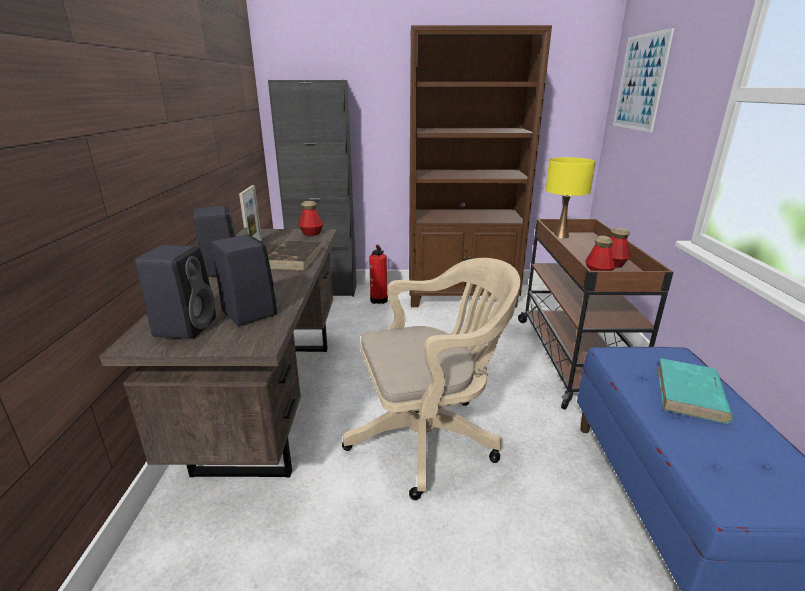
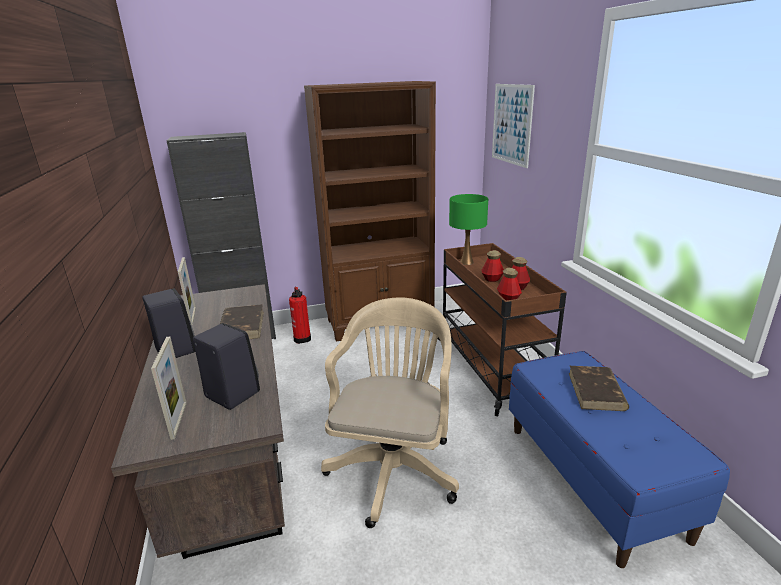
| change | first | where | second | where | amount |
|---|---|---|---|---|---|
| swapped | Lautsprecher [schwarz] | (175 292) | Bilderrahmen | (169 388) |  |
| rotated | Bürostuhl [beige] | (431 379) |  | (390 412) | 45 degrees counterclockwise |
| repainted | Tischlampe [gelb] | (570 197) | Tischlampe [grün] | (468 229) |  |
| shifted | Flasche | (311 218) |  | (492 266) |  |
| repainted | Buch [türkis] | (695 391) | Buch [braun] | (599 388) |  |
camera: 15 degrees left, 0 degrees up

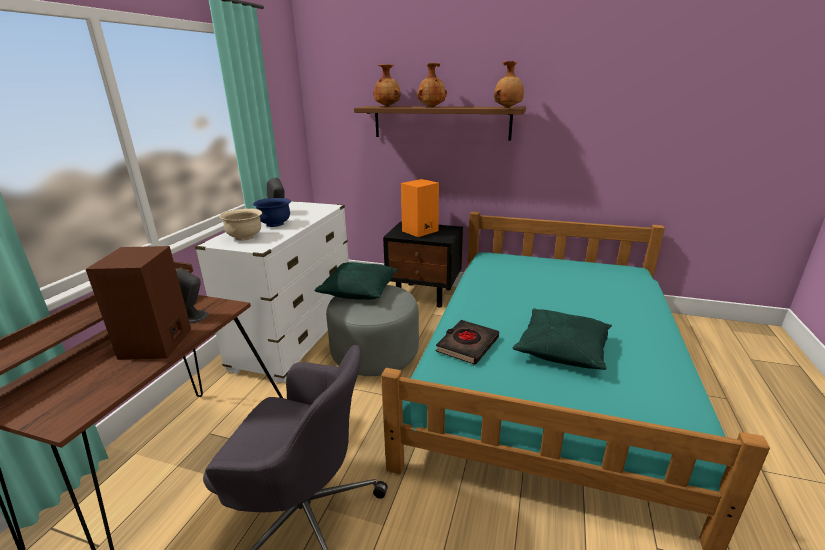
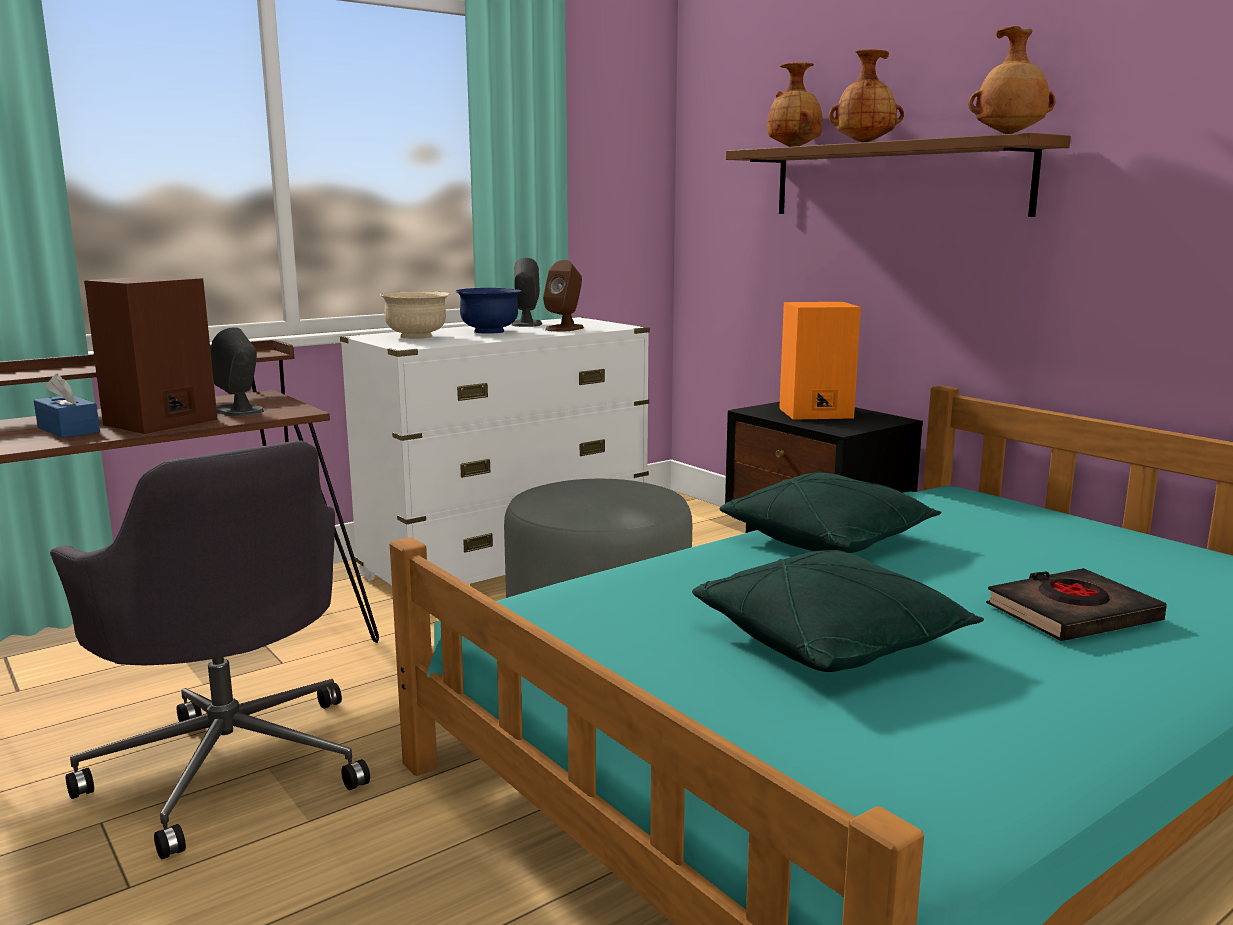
| change | first | where | second | where | amount |
|---|---|---|---|---|---|
| new |  |  | Taschentuchbox [blau] | (67 405) |  |
| new |  |  | Lautsprecher [braun] | (563 296) |  |
| shifted | Kissen [grün] | (356 281) |  | (830 512) |  |
| shifted | Buch [schwarz] | (467 342) |  | (1076 604) |  |
camera: 35 degrees right, 10 degrees down

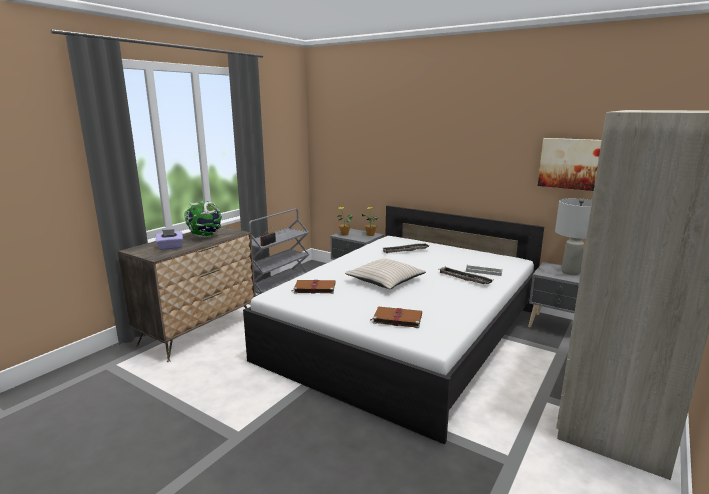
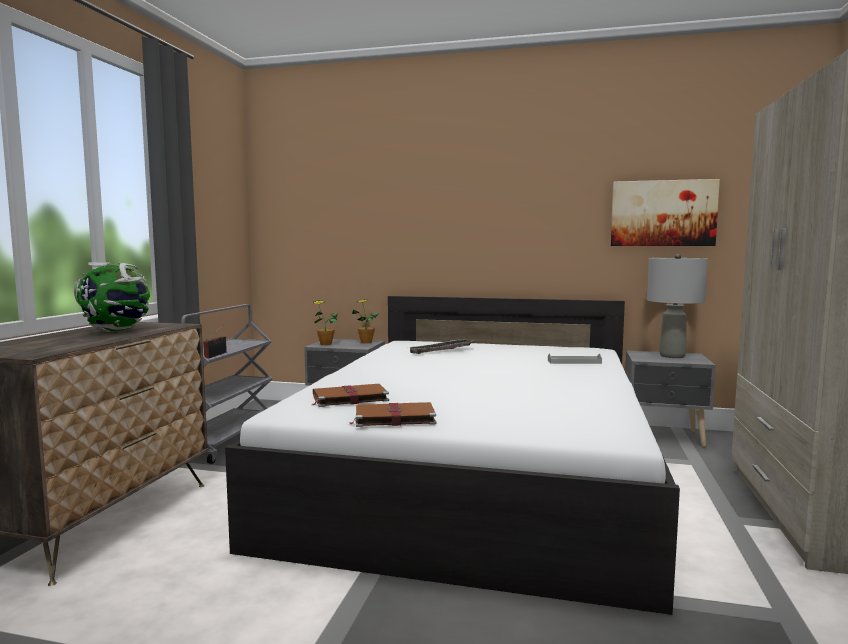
| change | first | where | second | where | amount |
|---|---|---|---|---|---|
| shifted | Buch [braun] | (396 317) |  | (392 414) |  |
| gone | Taschentuchbox [lila] | (169 239) |  |  |  |
| gone | Kissen [beige] | (385 274) |  |  |  |
| gone | Tablett | (466 275) |  |  |  |
camera: 20 degrees left, 10 degrees down

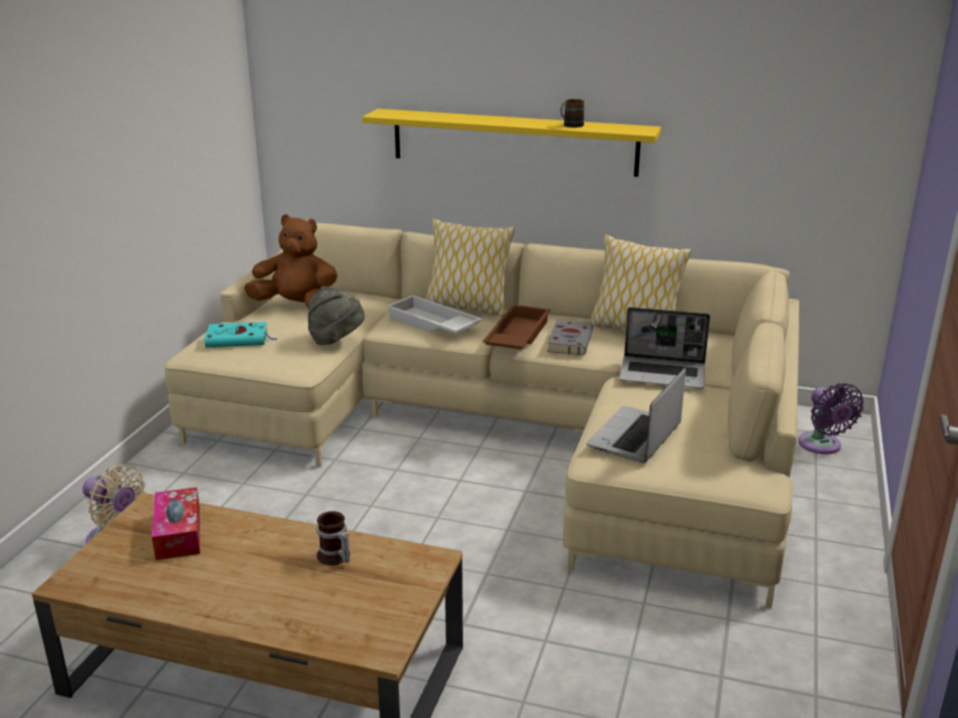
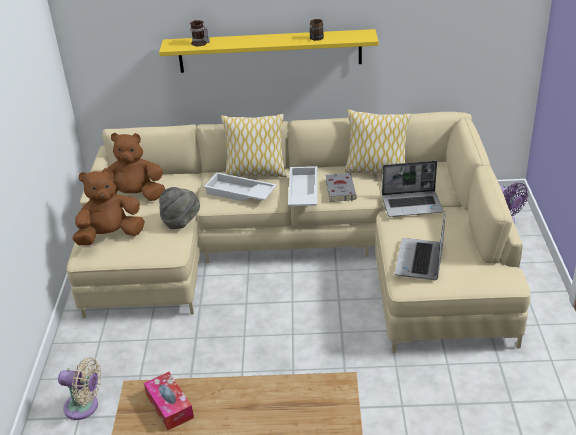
| change | first | where | second | where | amount |
|---|---|---|---|---|---|
| swapped | Buch [türkis] | (241 335) | Plüschtier [braun] | (108 206) |  |
| shifted | Henkelbecher | (333 538) |  | (200 33) |  |
| repainted | Tablett [braun] | (516 327) | Tablett [weiß] | (302 186) |  |
camera: 15 degrees left, 10 degrees up

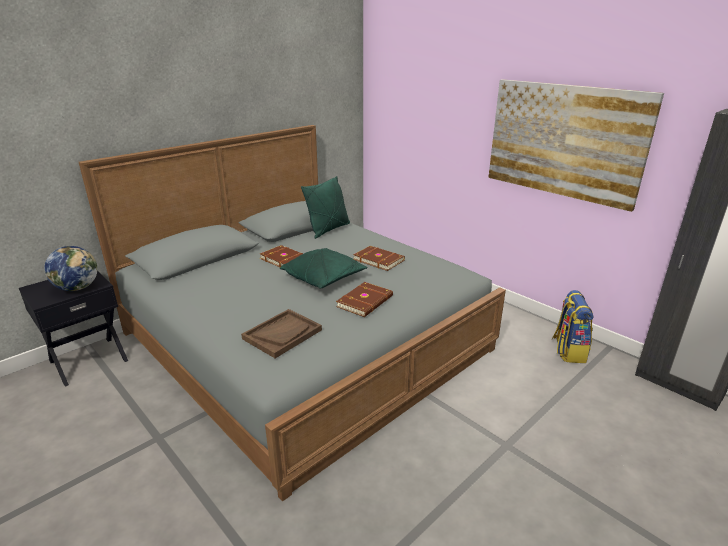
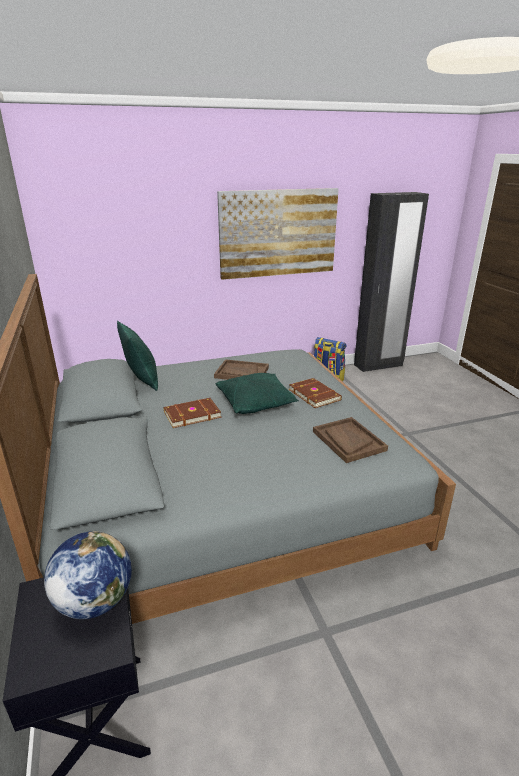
| change | first | where | second | where | amount |
|---|---|---|---|---|---|
| swapped | Buch [braun] | (379 258) | Tablett [braun] | (241 369) |  |
camera: 65 degrees left, 0 degrees up

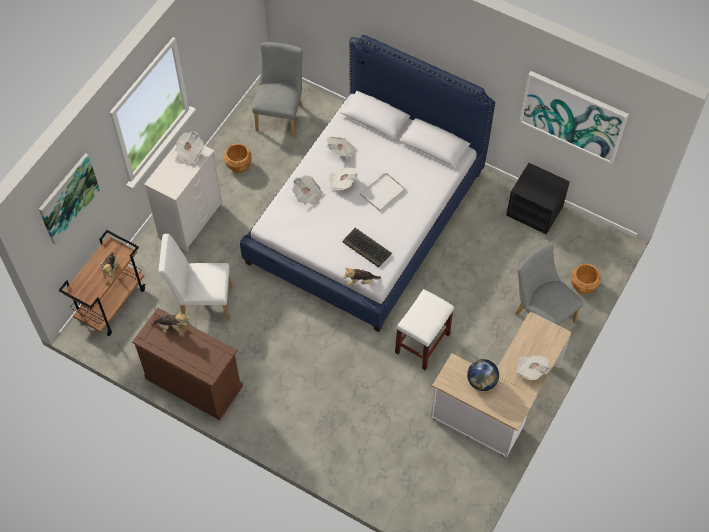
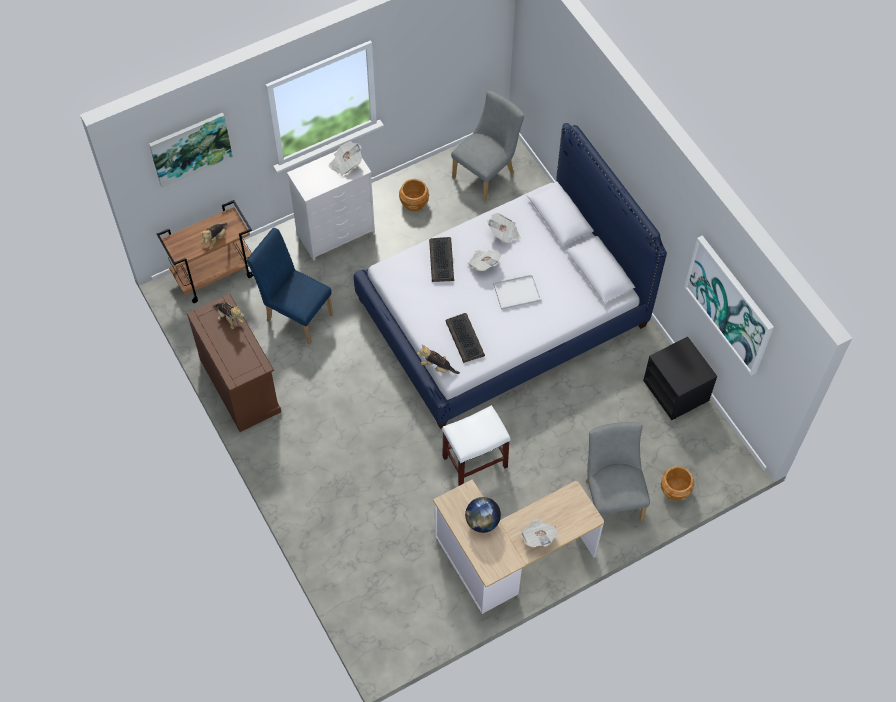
| change | first | where | second | where | amount |
|---|---|---|---|---|---|
| repainted | Stuhl [weiß] | (195 277) | Stuhl [blau] | (290 286) |  |
| swapped | Zeitung | (307 191) | Tastatur | (441 259) |  |
camera: 30 degrees right, 0 degrees up

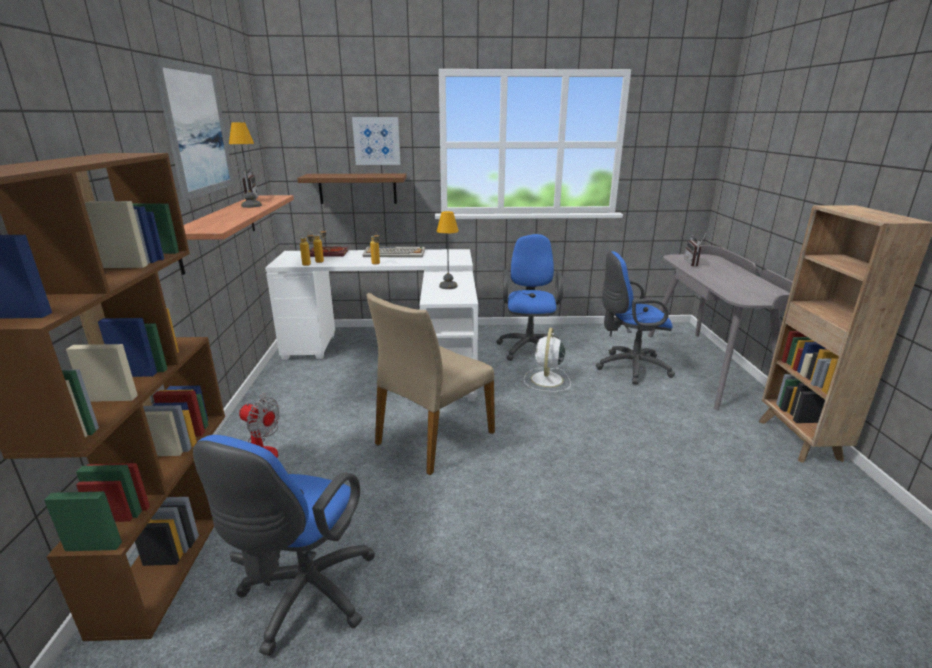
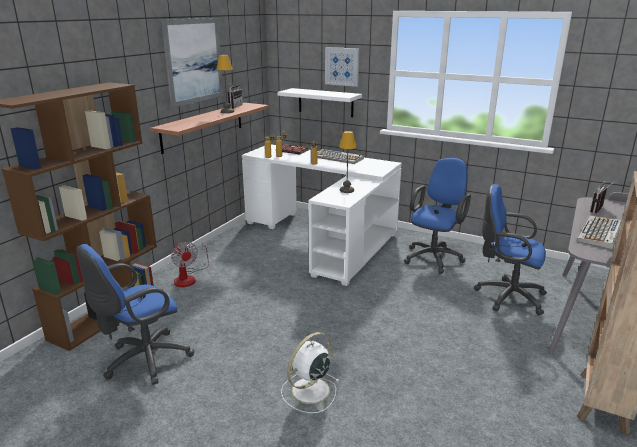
| change | first | where | second | where | amount |
|---|---|---|---|---|---|
| repainted | Wandregal [braun] | (352 188) | Wandregal [weiß] | (320 102) |  |
| shifted | Ventilator [weiß] | (547 360) |  | (310 372) |  |
| new |  |  | Tastatur | (599 232) |  |
| gone | Stuhl [beige] | (430 384) |  |  |  |
camera: 30 degrees right, 0 degrees up

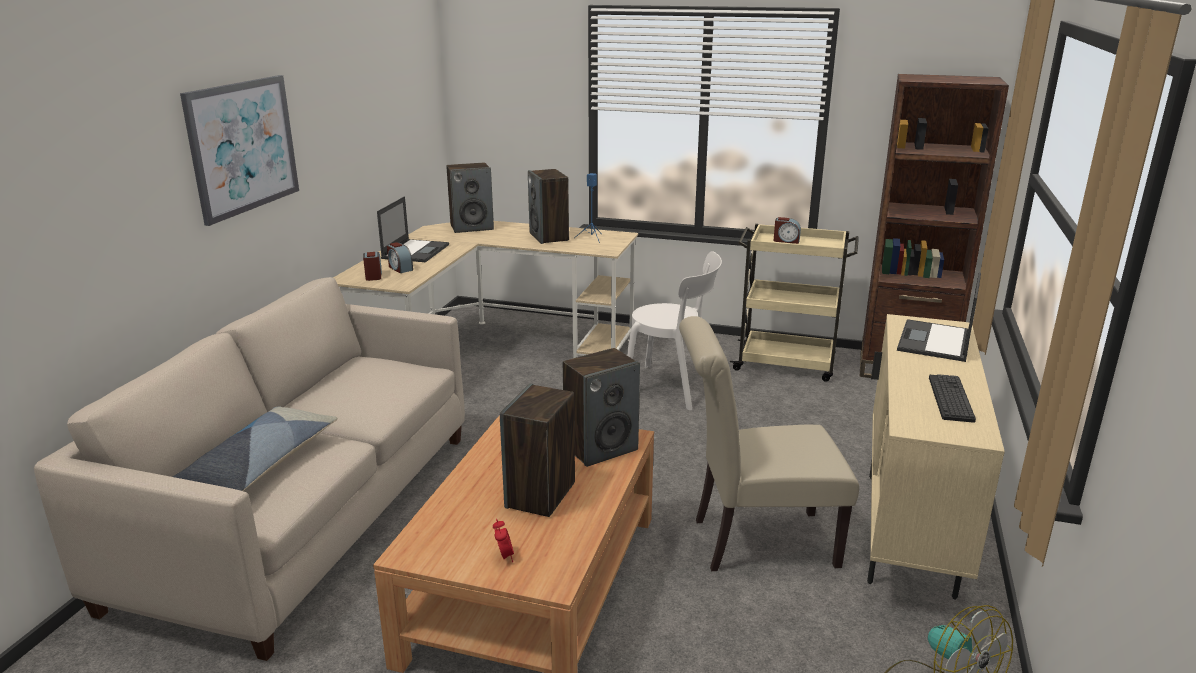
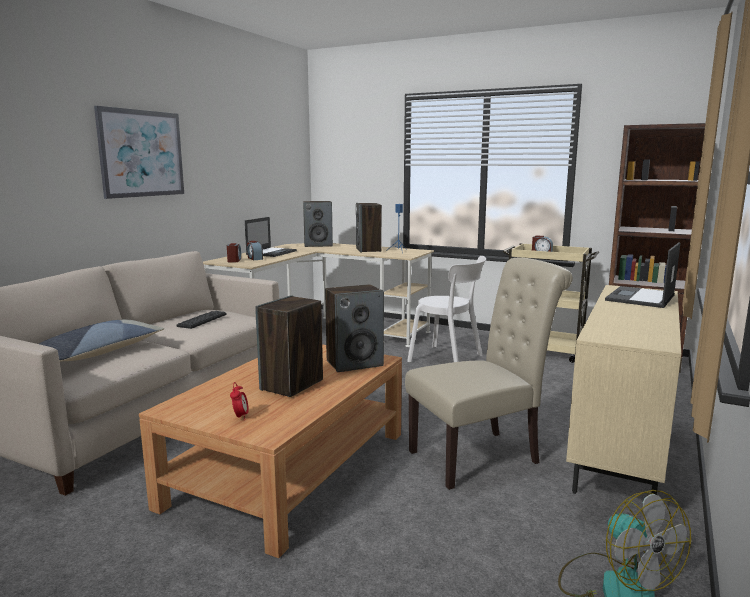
| change | first | where | second | where | amount |
|---|---|---|---|---|---|
| shifted | Tastatur | (952 398) |  | (202 320) |  |
| rotated | Stuhl [beige] | (769 443) |  | (489 374) | 150 degrees clockwise |
camera: 10 degrees right, 10 degrees down

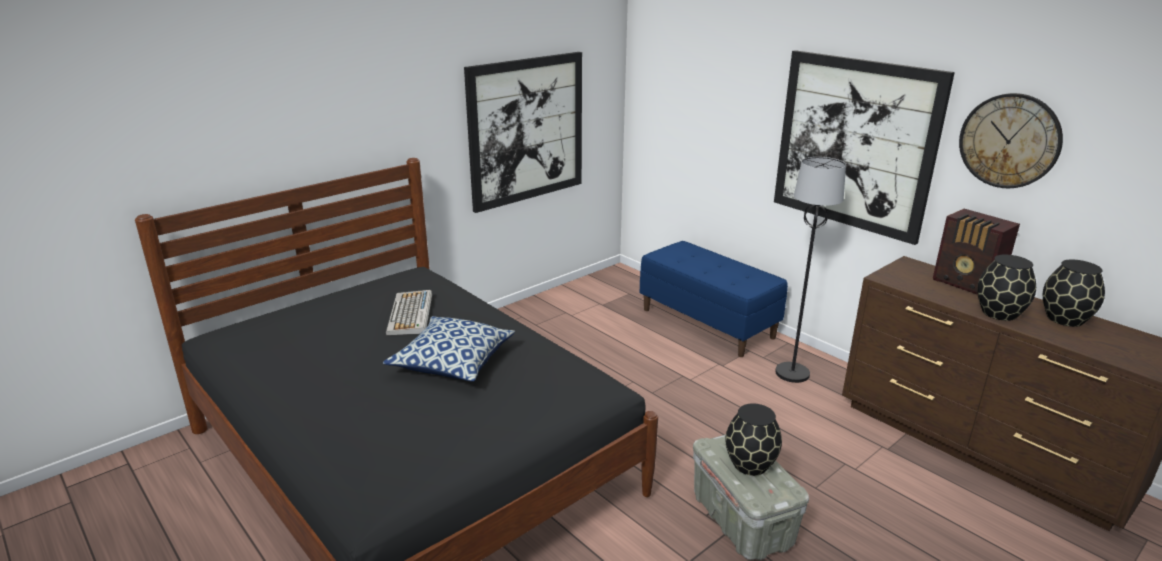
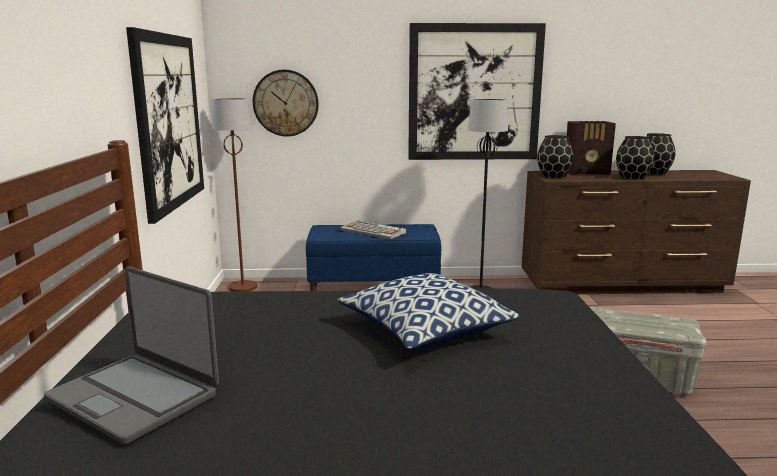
| change | first | where | second | where | amount |
|---|---|---|---|---|---|
| new |  |  | Laptop | (131 355) |  |
| new |  |  | Stehlampe [braun] | (234 194) |  |
| shifted | Wanduhr | (1011 140) |  | (286 103) |  |
| shifted | Tastatur | (409 312) |  | (373 229) |  |
| shifted | Vase [schwarz] | (753 439) |  | (555 156) |  |
camera: 50 degrees left, 10 degrees down

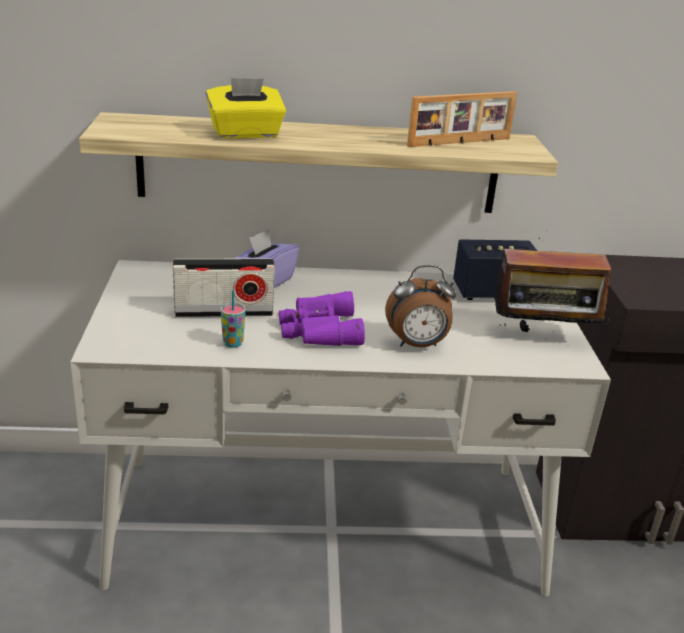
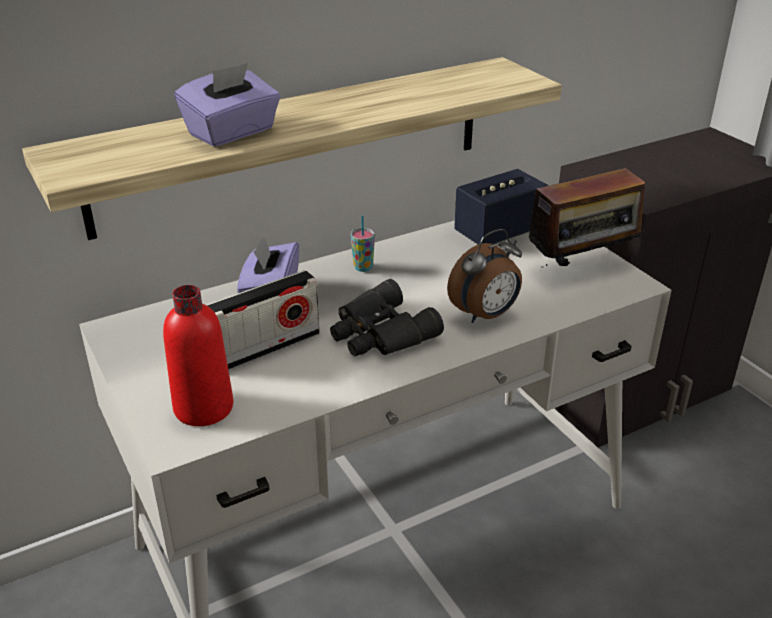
| change | first | where | second | where | amount |
|---|---|---|---|---|---|
| new |  |  | Flasche [rot] | (198 355) |  |
| repainted | Taschentuchbox [gelb] | (246 108) | Taschentuchbox [lila] | (227 105) |  |
| repainted | Fernglas [lila] | (322 318) | Fernglas [schwarz] | (387 317) |  |
| shifted | Tasse | (233 319) |  | (363 243) |  |
| gone | Bilderrahmen | (462 119) |  |  |  |
camera: 25 degrees left, 5 degrees up

